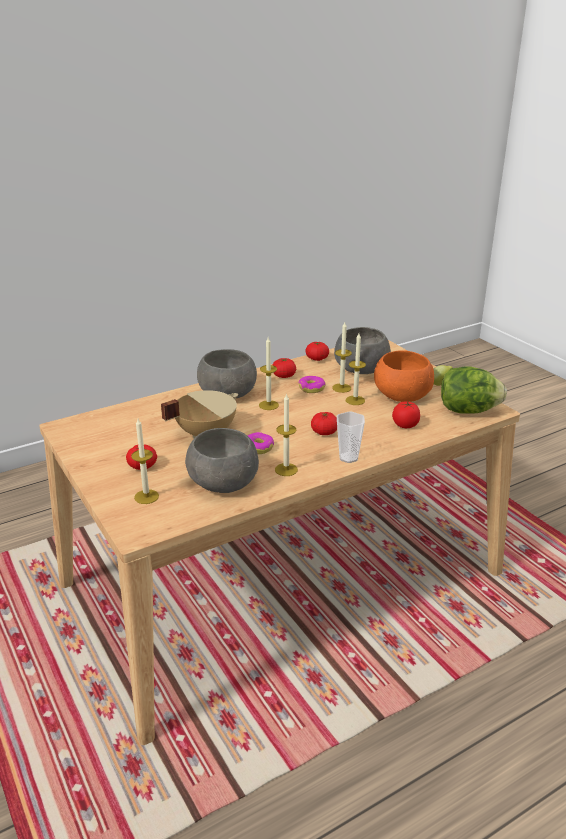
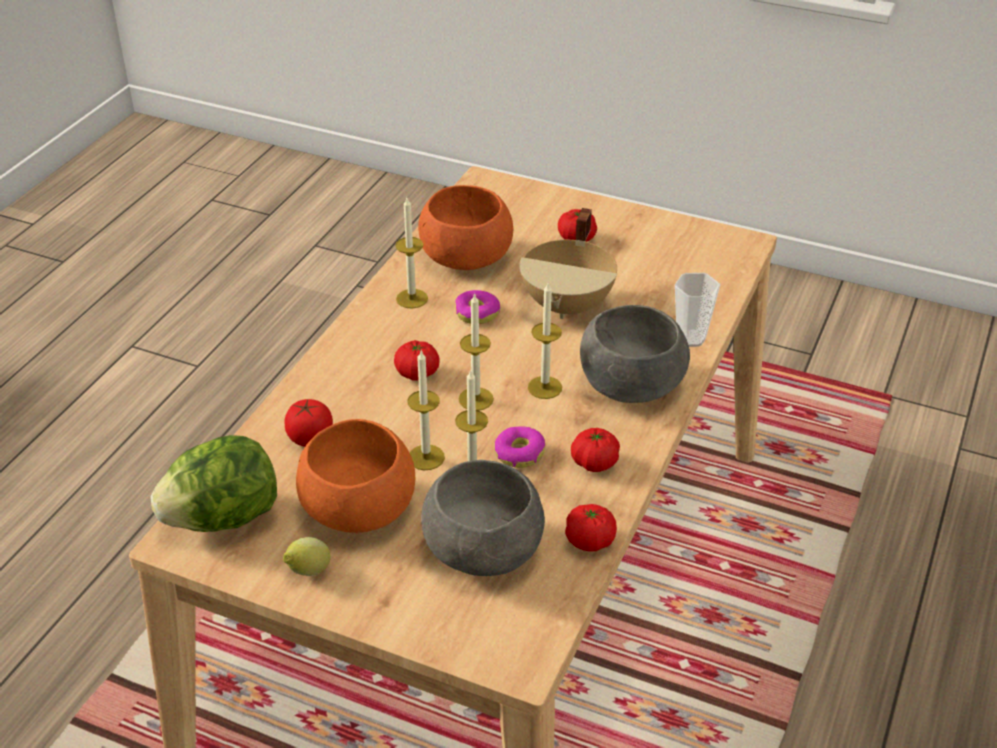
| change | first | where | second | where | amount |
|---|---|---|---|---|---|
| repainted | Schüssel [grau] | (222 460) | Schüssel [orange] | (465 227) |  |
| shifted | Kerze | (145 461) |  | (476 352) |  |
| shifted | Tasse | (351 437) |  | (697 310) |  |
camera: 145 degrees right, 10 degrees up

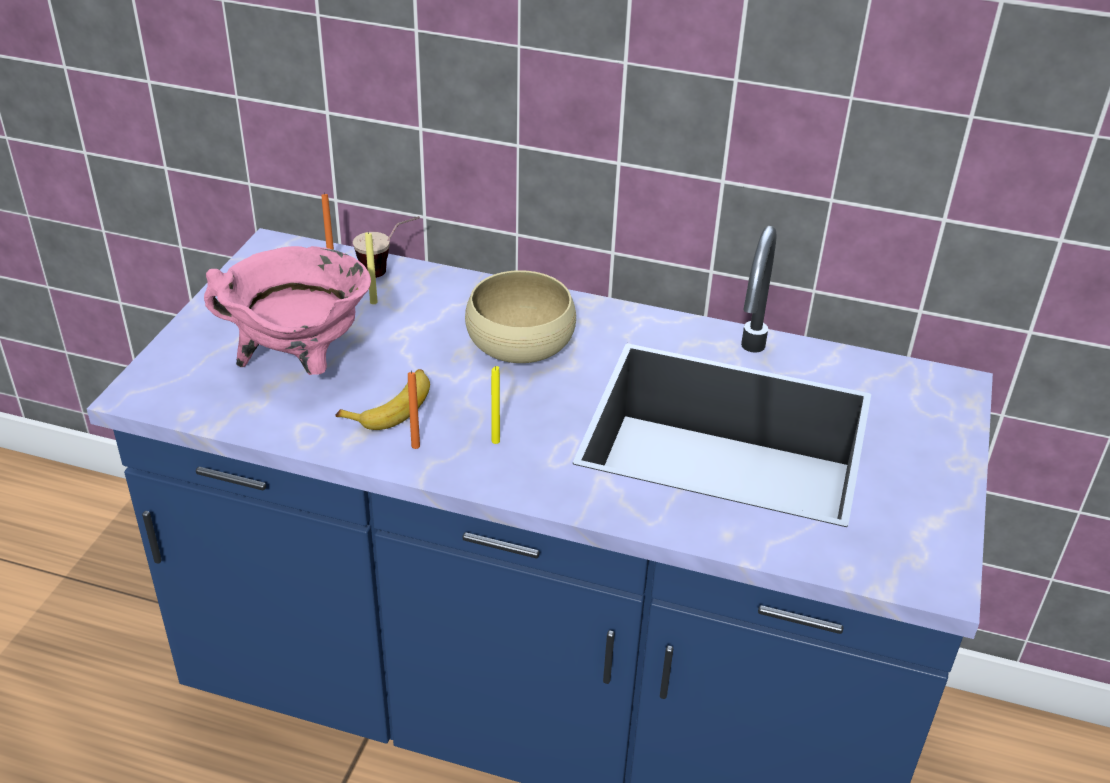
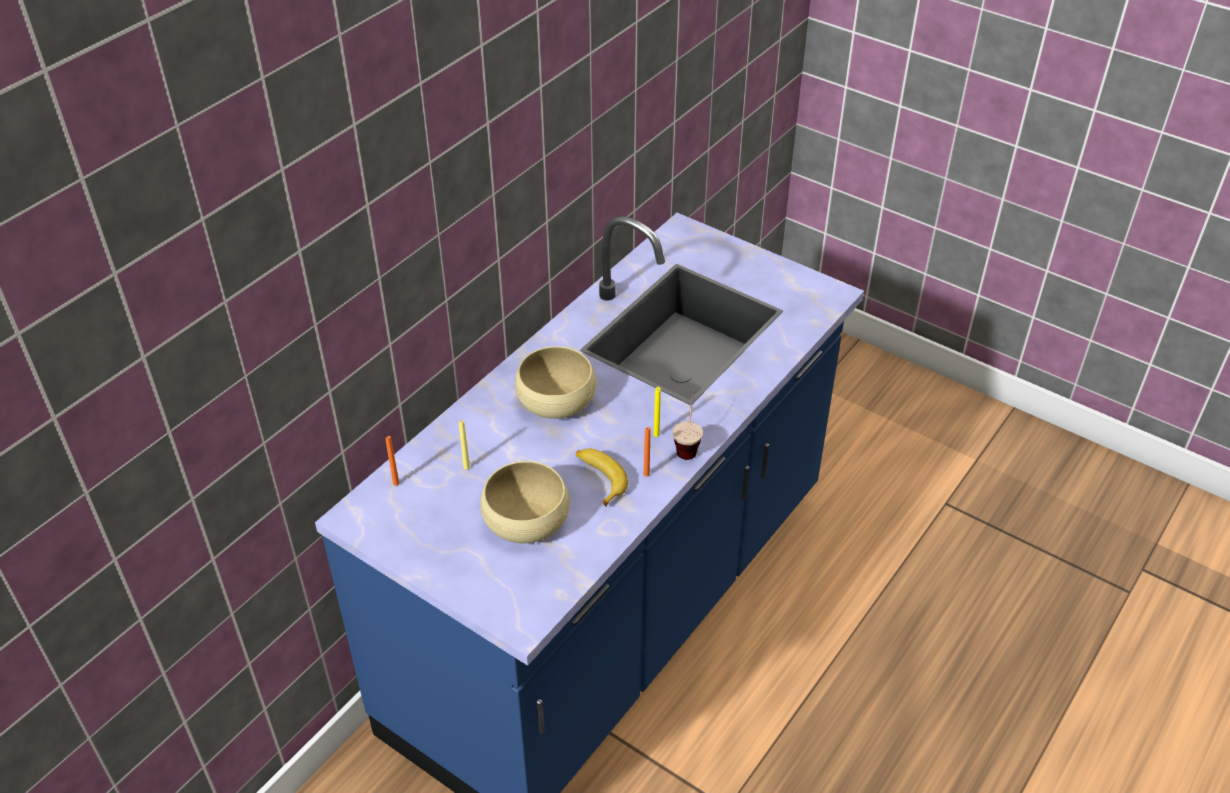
| change | first | where | second | where | amount |
|---|---|---|---|---|---|
| swapped | Kochtopf [rosa] | (287 310) | Schüssel [beige] | (525 502) |  |
| shifted | Tasse | (386 247) |  | (687 425) |  |
camera: 70 degrees left, 5 degrees up

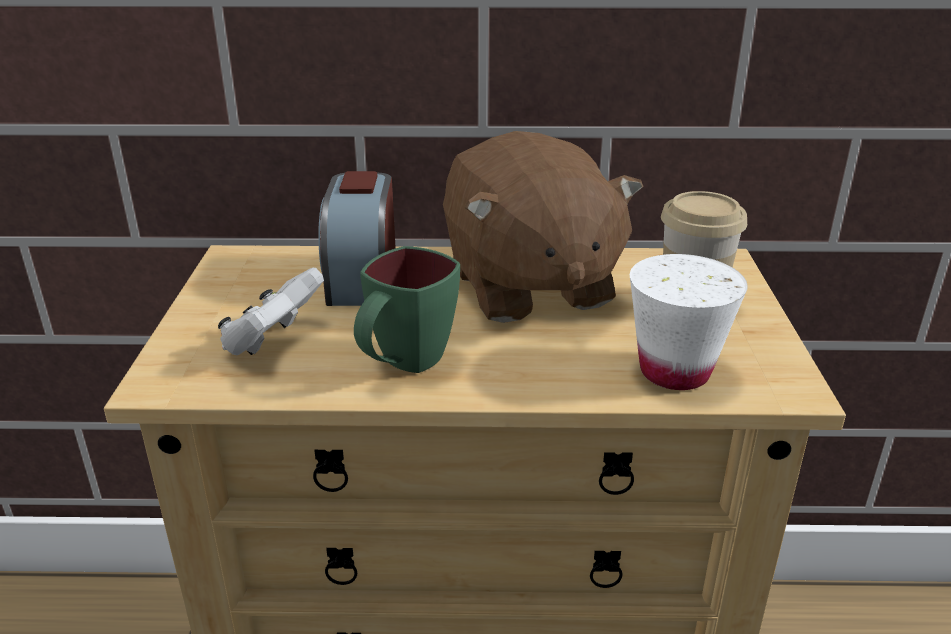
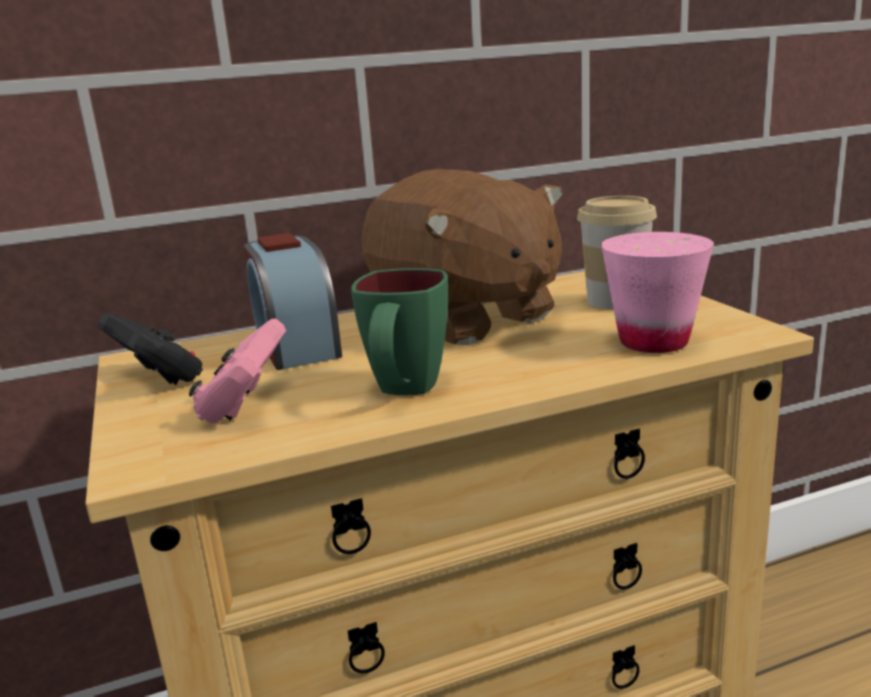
| change | first | where | second | where | amount |
|---|---|---|---|---|---|
| new |  |  | Gamepad [schwarz] | (150 349) |  |
| repainted | Gamepad [weiß] | (271 311) | Gamepad [rosa] | (237 370) |  |
| repainted | Tasse [weiß] | (689 322) | Tasse [rosa] | (657 292) |  |
camera: 20 degrees left, 10 degrees down

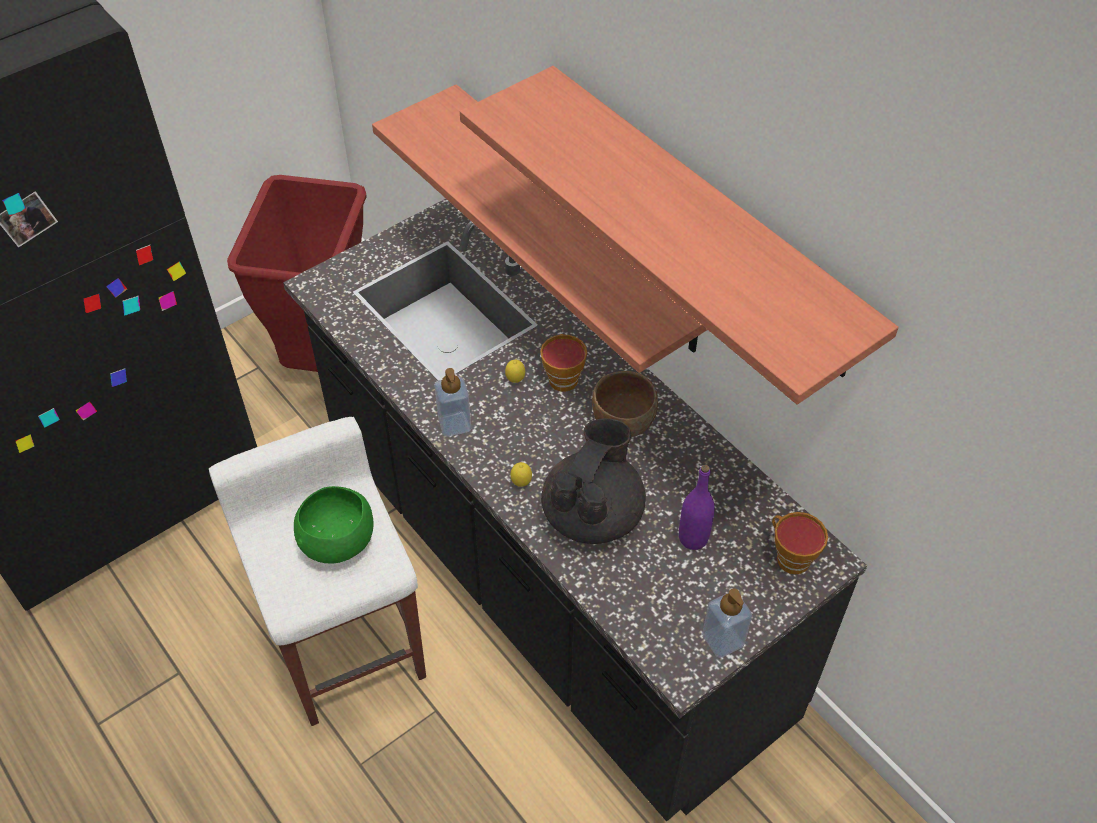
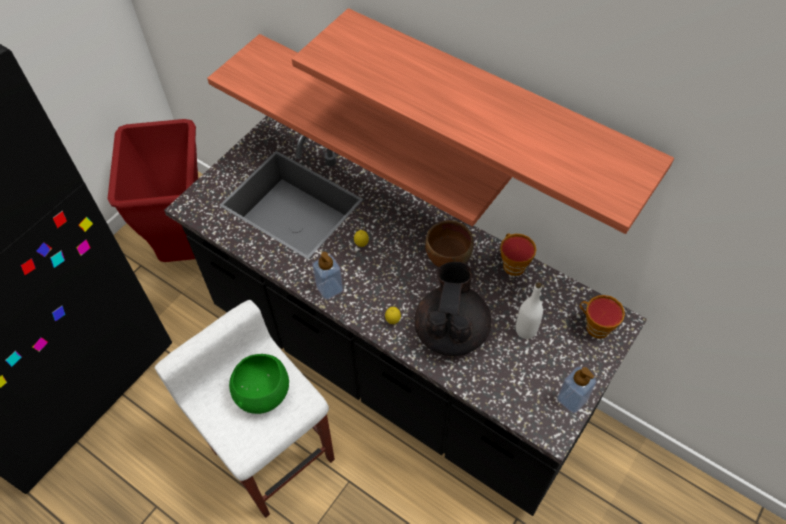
| change | first | where | second | where | amount |
|---|---|---|---|---|---|
| shifted | Tasse | (563 363) |  | (518 254) |  |
| repainted | Flasche [lila] | (697 507) | Flasche [weiß] | (529 310) |  |
camera: 15 degrees left, 5 degrees up

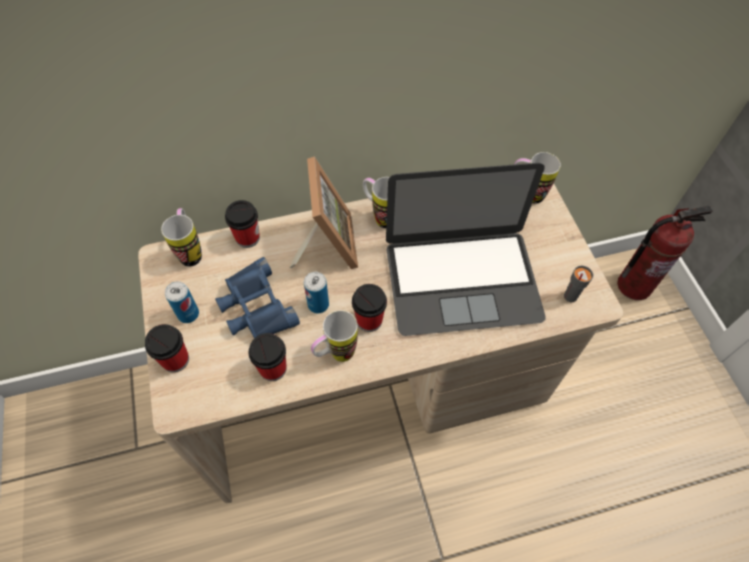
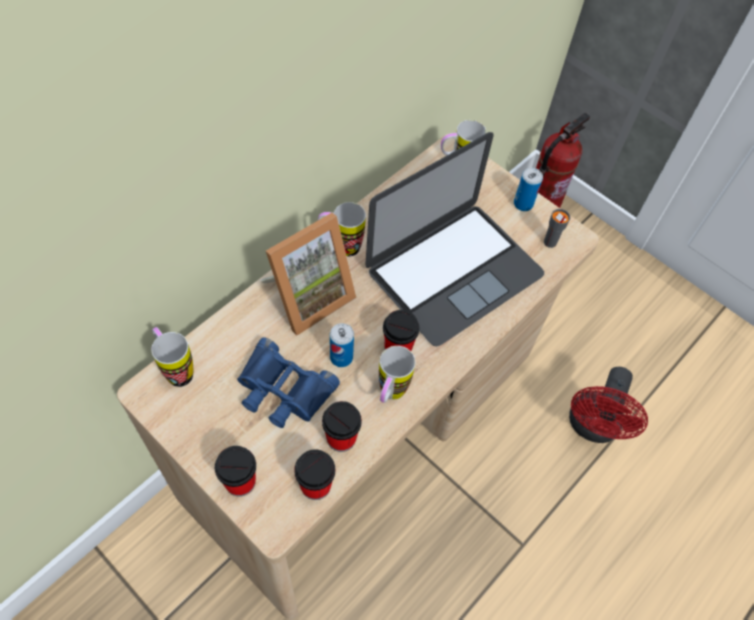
| change | first | where | second | where | amount |
|---|---|---|---|---|---|
| rotated | Bilderrahmen | (323 212) |  | (308 274) | 90 degrees clockwise |
| shifted | Tasse | (242 224) |  | (315 474) |  |
| shifted | Dose | (182 302) |  | (528 189) |  |
| new |  |  | Ventilator [rot] | (608 405) |  |
camera: 35 degrees left, 0 degrees up

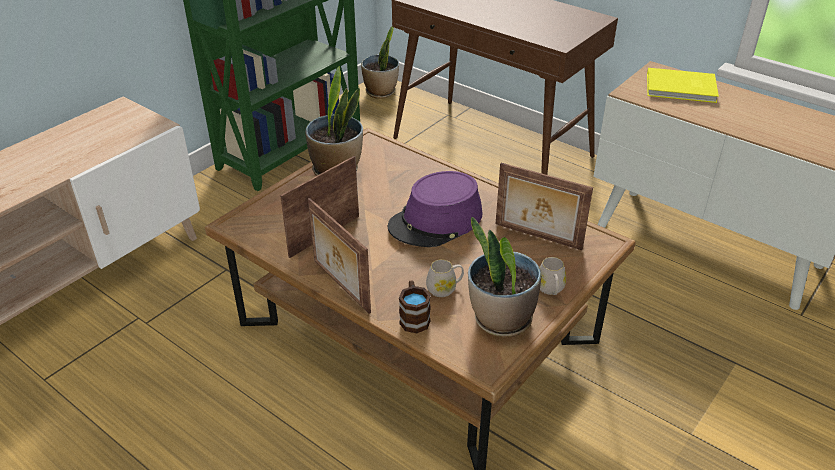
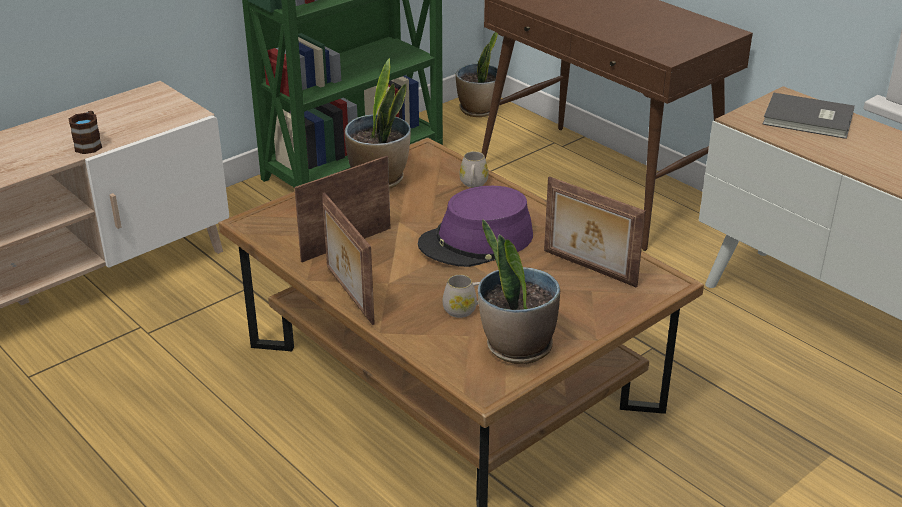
| change | first | where | second | where | amount |
|---|---|---|---|---|---|
| shifted | Henkelbecher [braun] | (415 306) |  | (85 132) |  |
| shifted | Henkelbecher [weiß] | (552 276) |  | (473 169) |  |
| repainted | Buch [gelb] | (683 85) | Buch [grau] | (808 116) |  |
camera: 10 degrees right, 5 degrees down

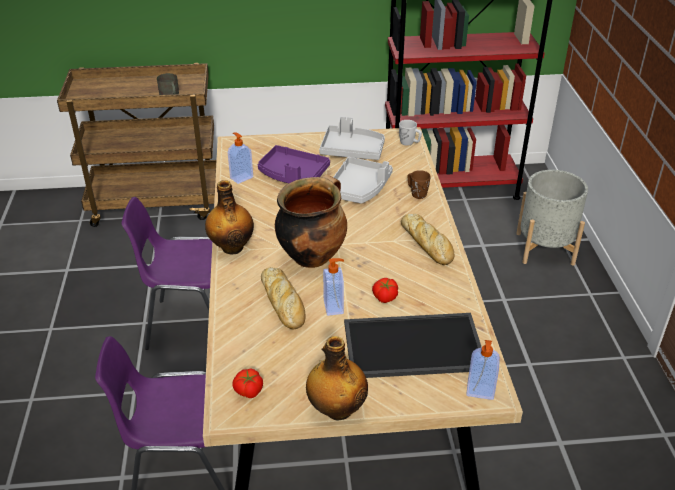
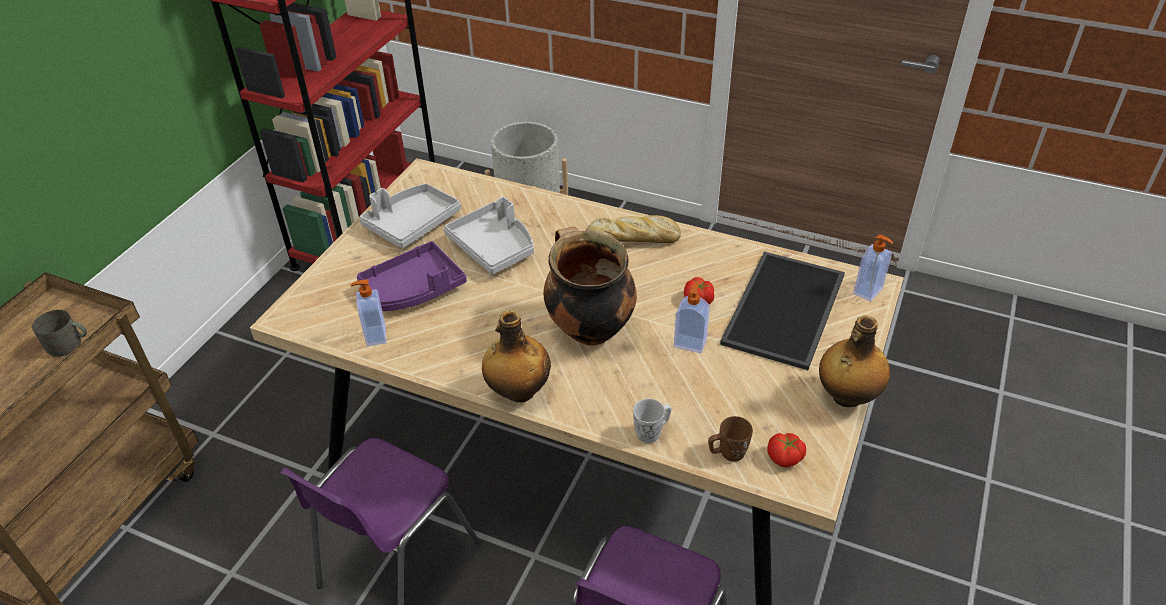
| change | first | where | second | where | amount |
|---|---|---|---|---|---|
| shifted | Henkelbecher [weiß] | (410 133) |  | (652 421) |  |
| shifted | Henkelbecher [braun] | (419 184) |  | (730 439) |  |
| gone | Brot | (283 298) |  |  |  |
camera: 60 degrees left, 5 degrees up

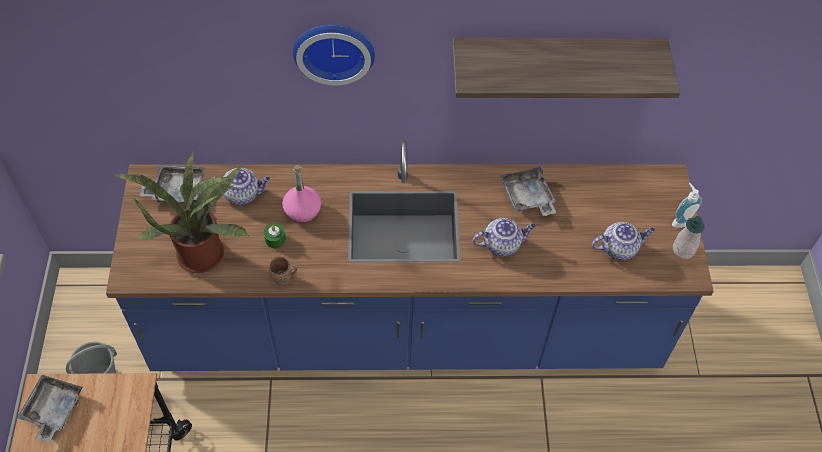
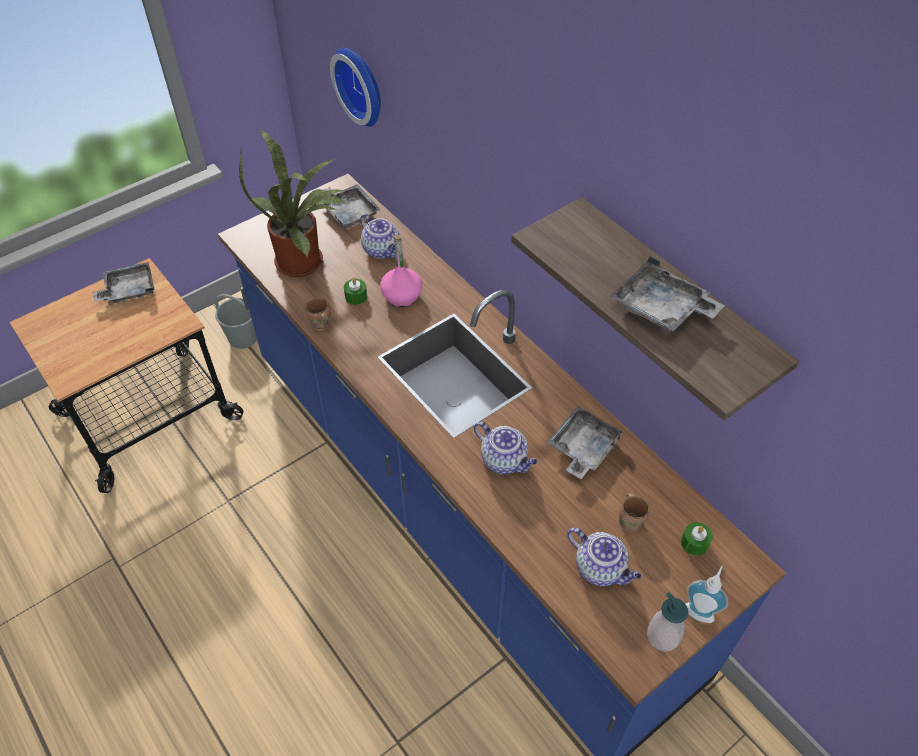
| change | first | where | second | where | amount |
|---|---|---|---|---|---|
| shifted | Wanduhr | (334 55) |  | (355 87) |  |
| new |  |  | Tablett [grau] | (667 293) |  |
| new |  |  | Henkelbecher [braun] | (634 512) |  |
| new |  |  | Kerze [grün] | (697 539) |  |
camera: 55 degrees right, 5 degrees down

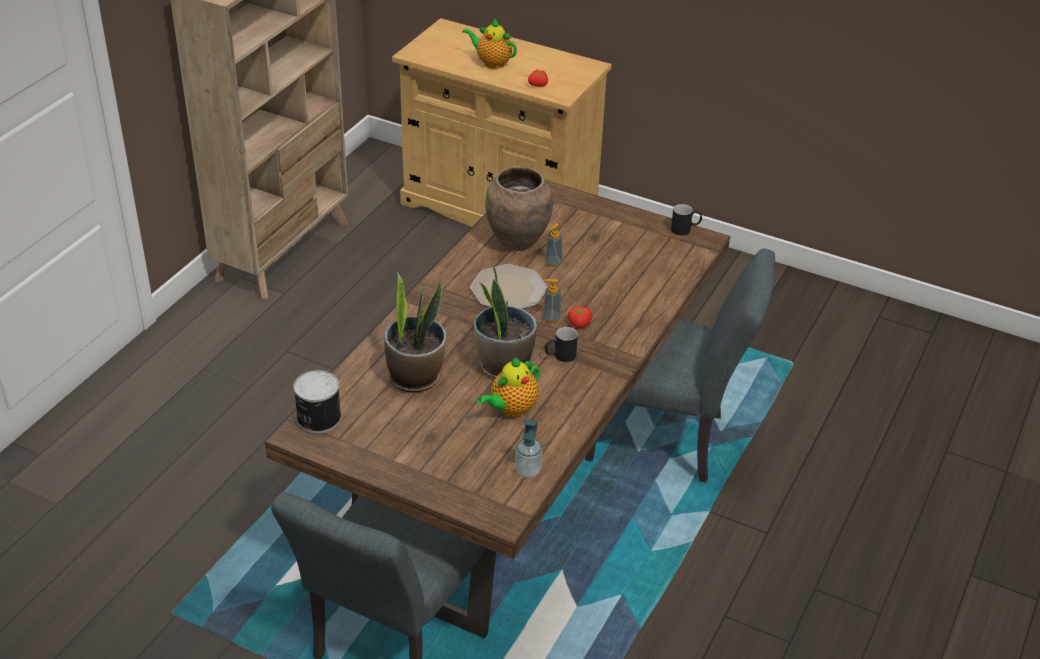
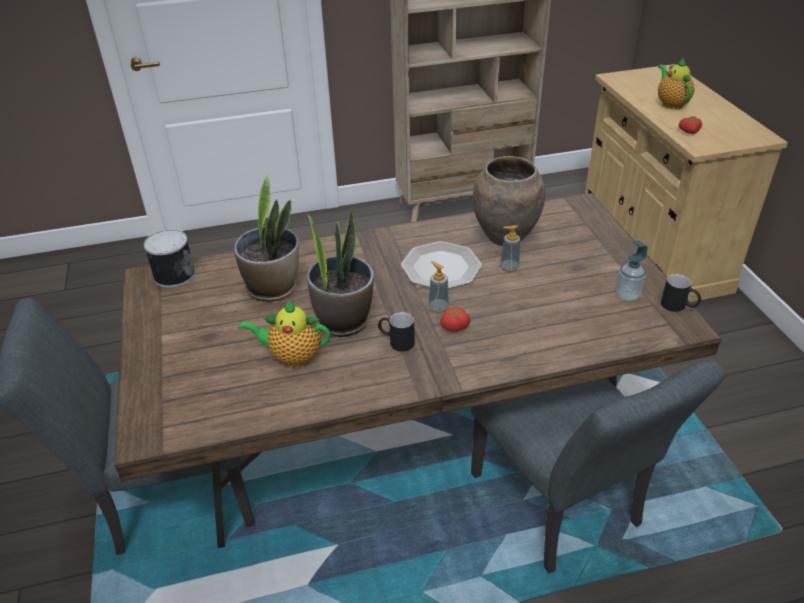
| change | first | where | second | where | amount |
|---|---|---|---|---|---|
| shifted | Seifenspender | (528 448) |  | (632 271) |  |
camera: 50 degrees right, 0 degrees up

